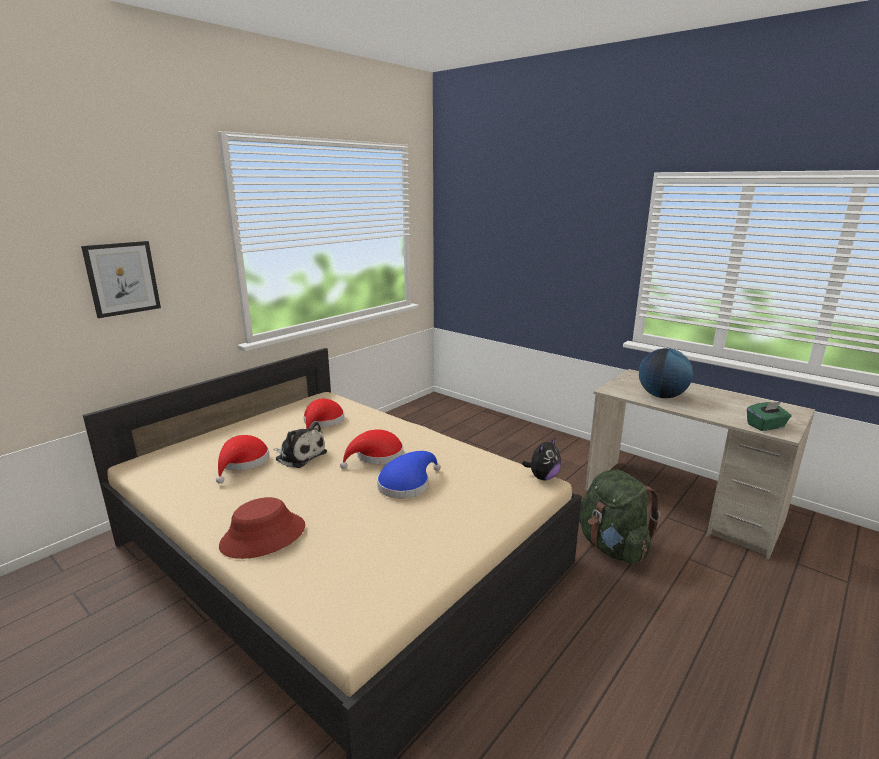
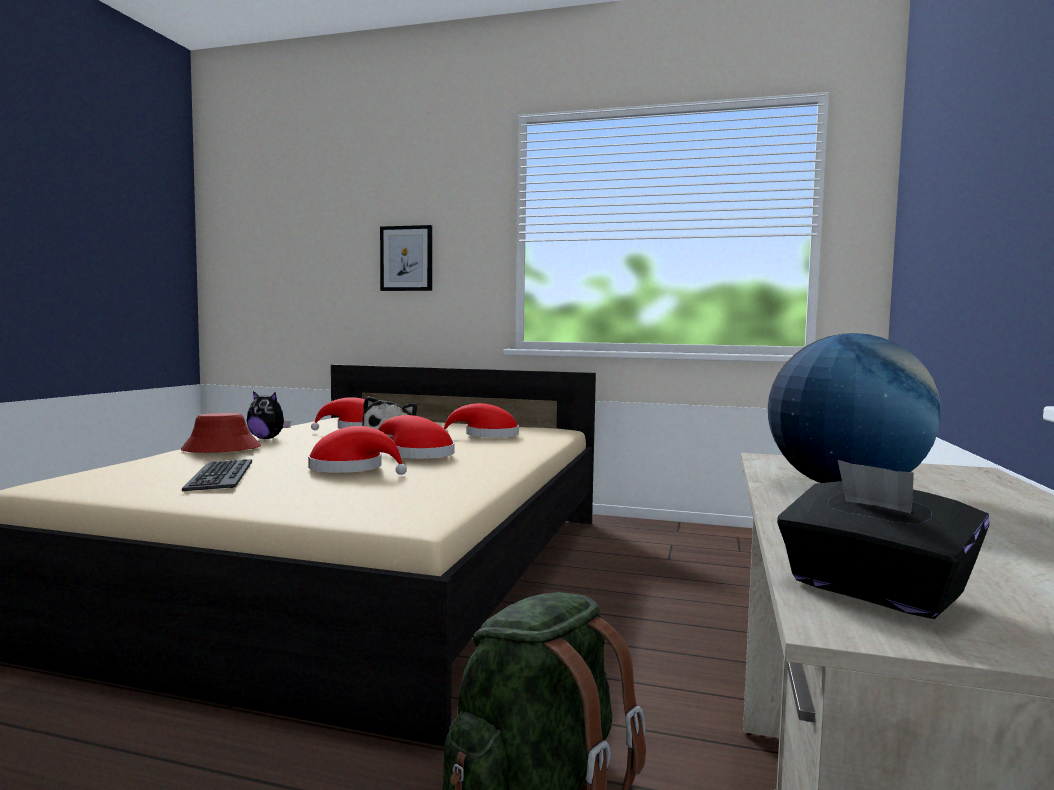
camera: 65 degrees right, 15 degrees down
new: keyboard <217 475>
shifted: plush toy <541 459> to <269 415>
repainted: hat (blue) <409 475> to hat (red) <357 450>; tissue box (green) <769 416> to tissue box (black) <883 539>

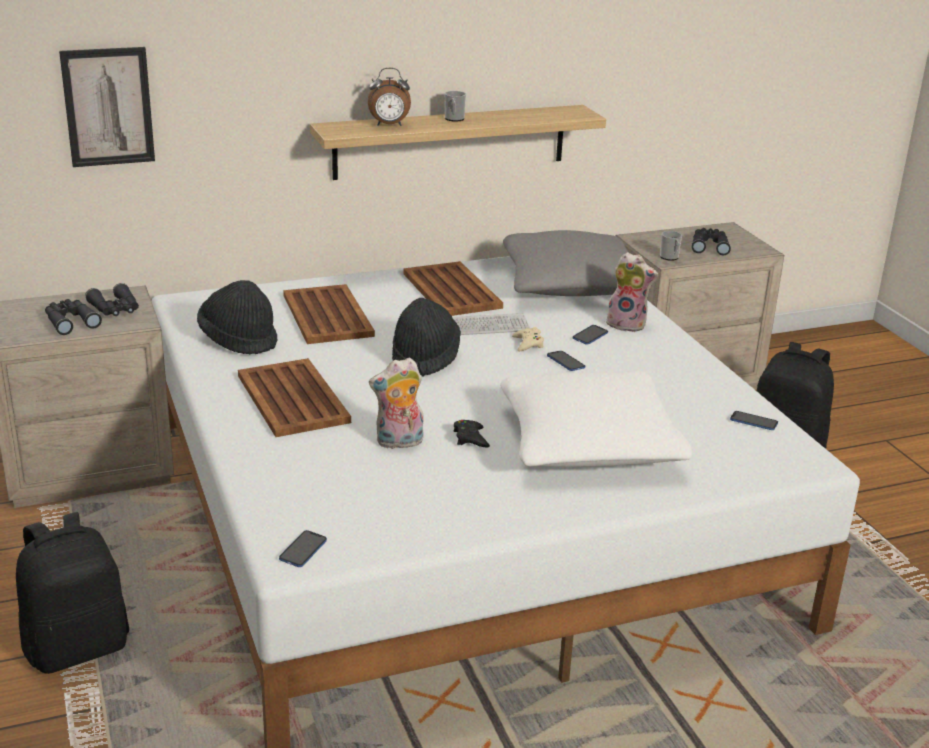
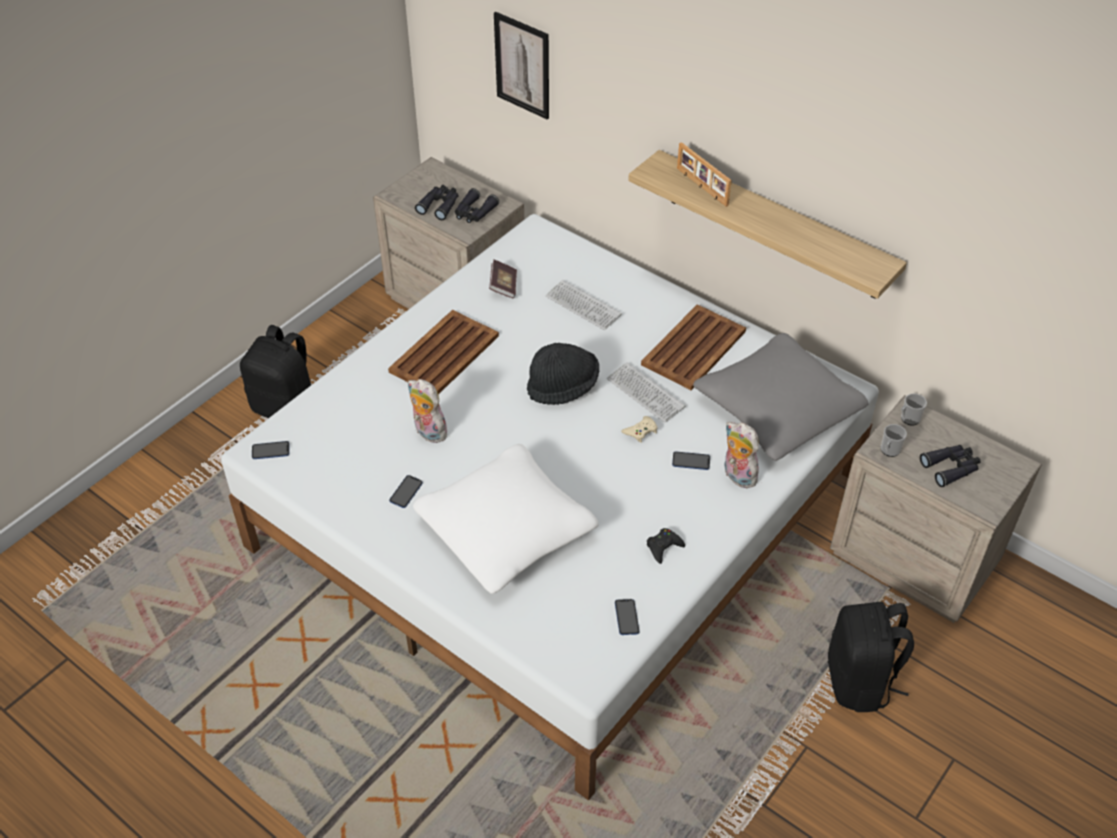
camera: 60 degrees right, 20 degrees up
shifted: mug <455 106> to <914 409>; game controller (black) <472 434> to <666 546>; phone <566 361> to <406 491>
swapped: hat (black) <237 317> to book <503 278>; tray (brown) <329 314> to keyboard <584 305>; alarm clock <389 97> to picture frame <704 174>
rotated: plush toy <632 292> = <741 455> 150 degrees clockwise

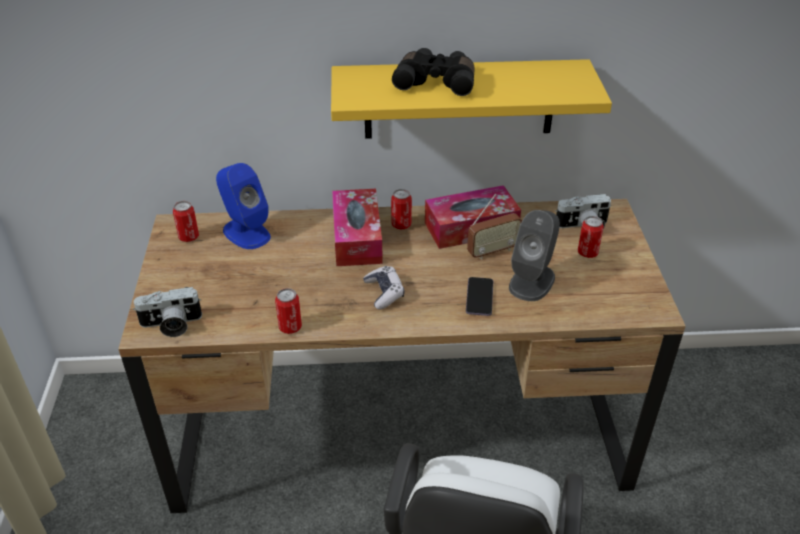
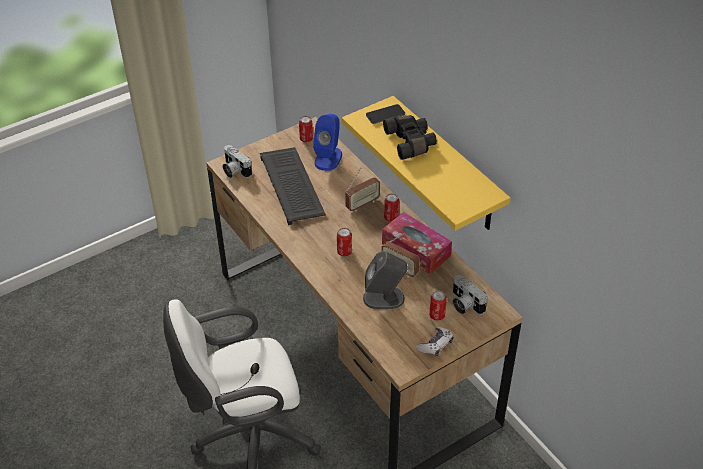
camera: 60 degrees right, 5 degrees up
new: keyboard <293 186>
shifted: can <288 311> to <344 242>; game controller <383 287> to <434 341>; phone <479 296> to <385 114>
swapped: tissue box <357 227> to radio <362 189>

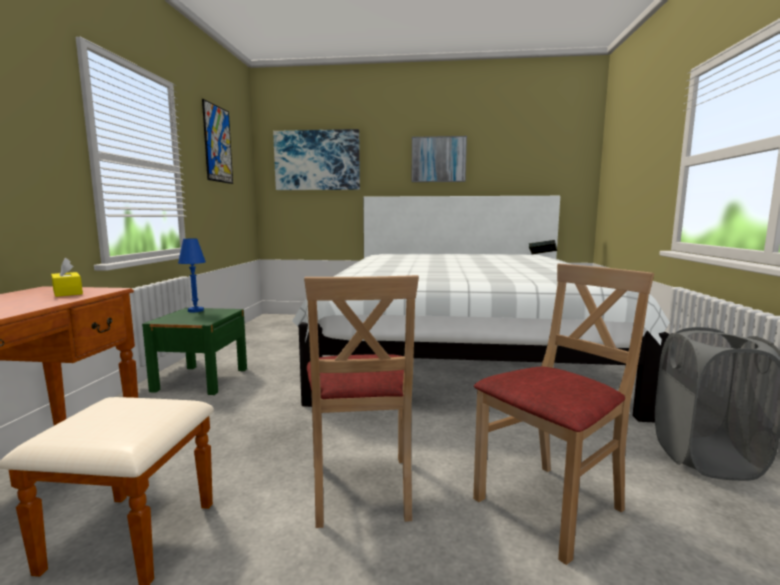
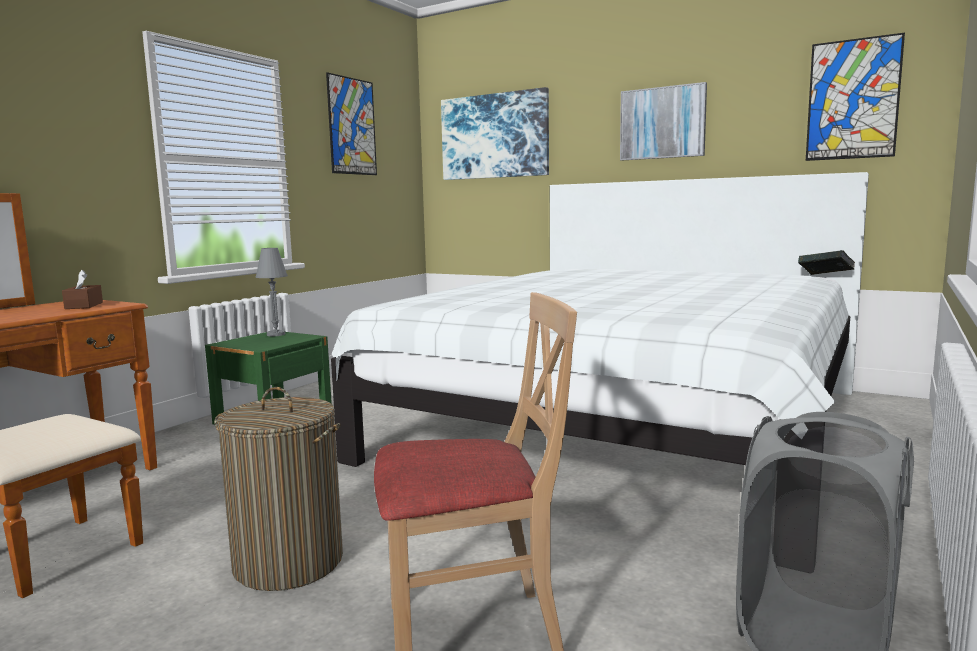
camera: 25 degrees right, 0 degrees up
new: picture <855 97>
swapped: chair (beige) <361 401> to laundry basket <278 489>
repainted: tissue box (yellow) <67 277> to tissue box (brown) <82 289>; table lamp (blue) <192 275> to table lamp (grey) <272 292>

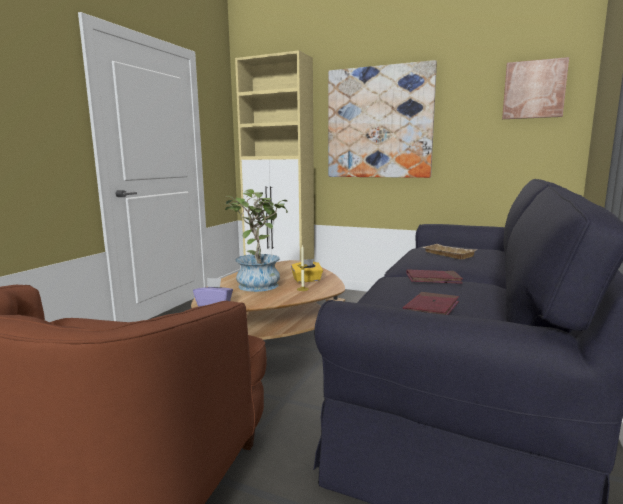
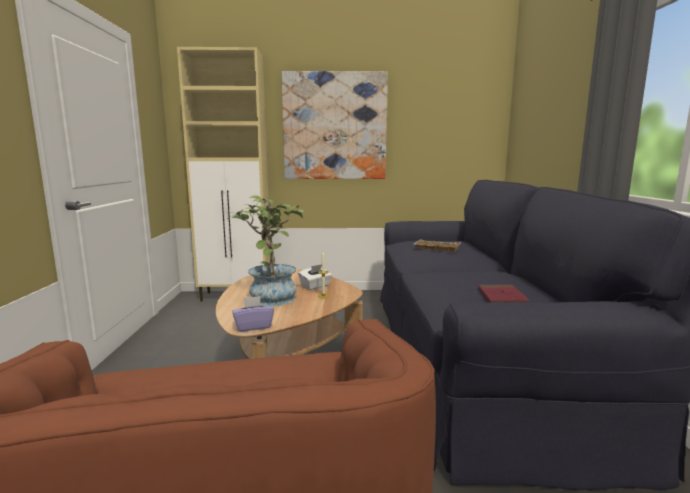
camera: 25 degrees left, 0 degrees up
gone: book (red) <434 276>; picture <535 88>
repainted: tissue box (yellow) <307 271> to tissue box (white) <315 277>

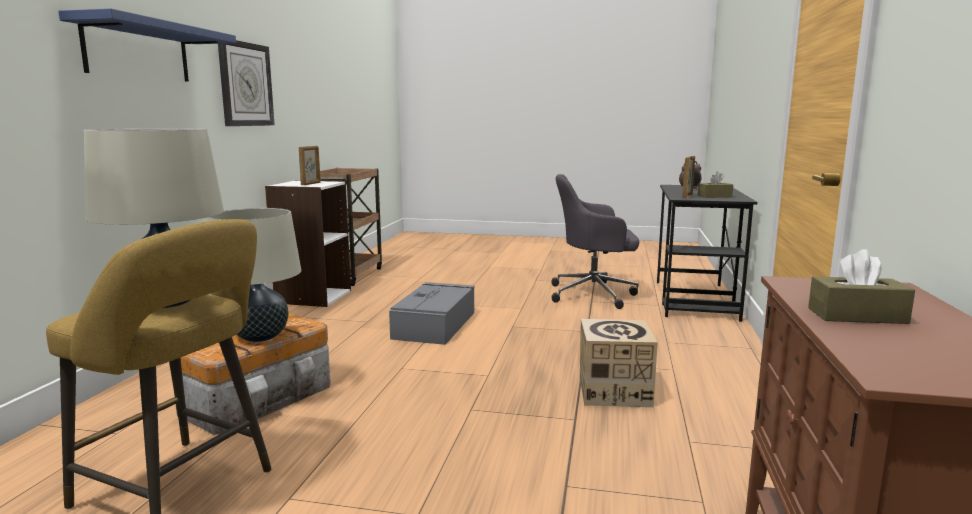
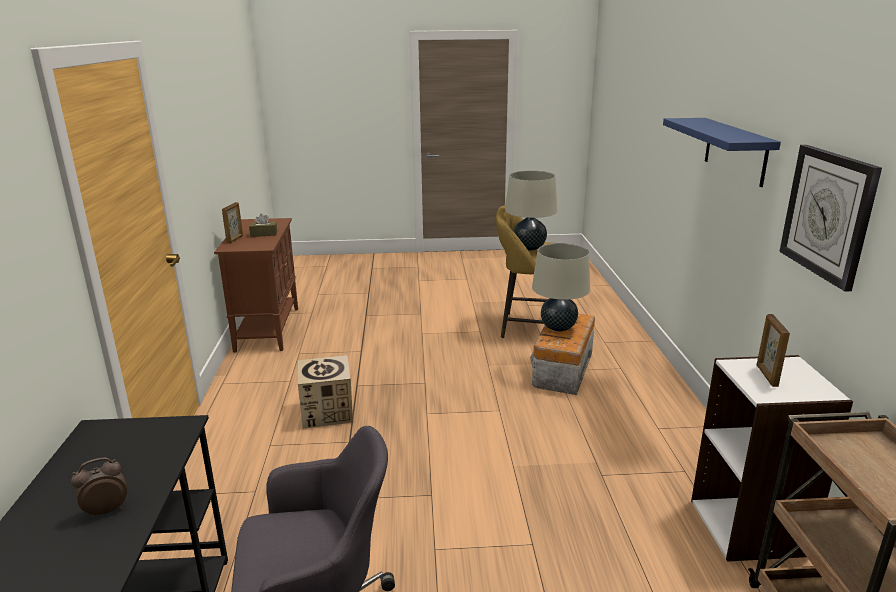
camera: 165 degrees right, 10 degrees up
gone: storage box (grey) <432 313>; tissue box (brown) <715 184>
shifted: picture frame <688 177> to <232 223>

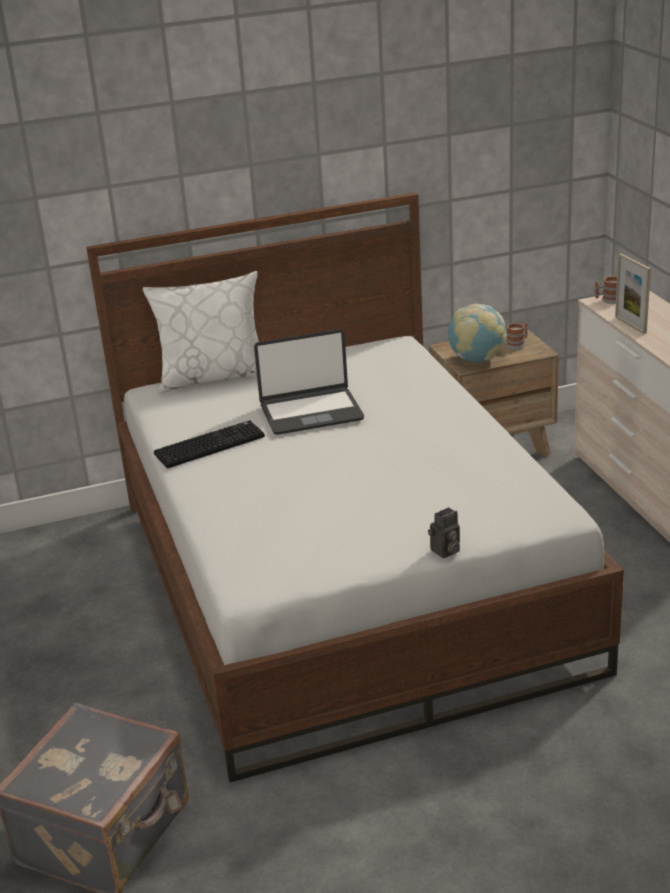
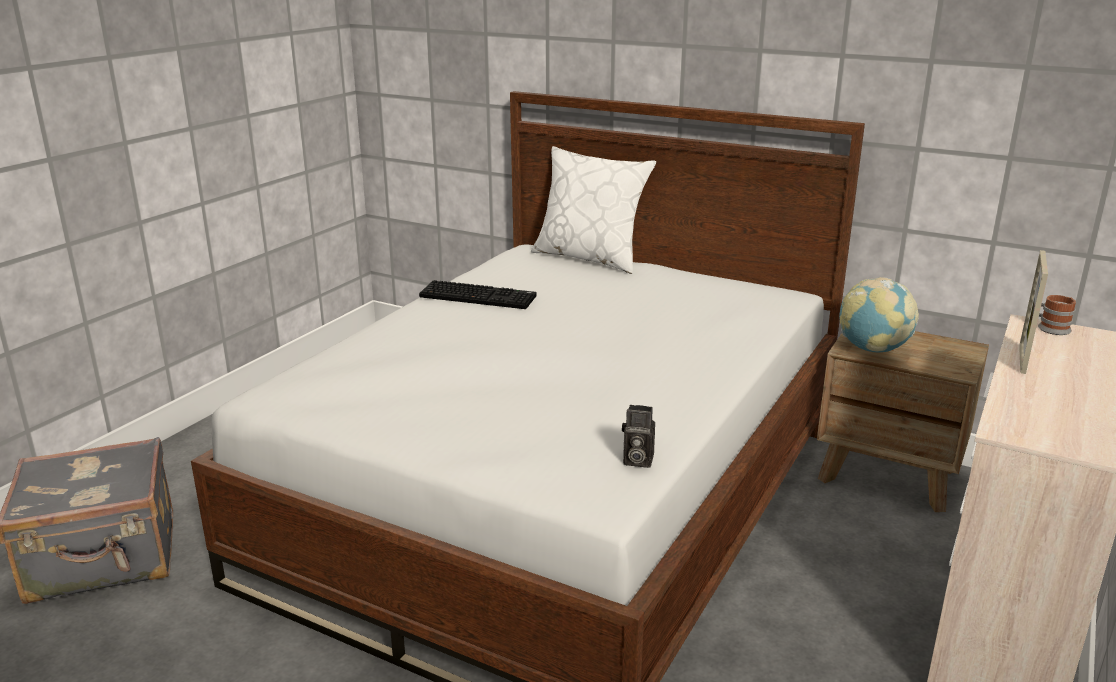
camera: 45 degrees right, 5 degrees down
gone: laptop <309 382>; mug <517 336>
shifted: photo camera <444 532> to <638 436>

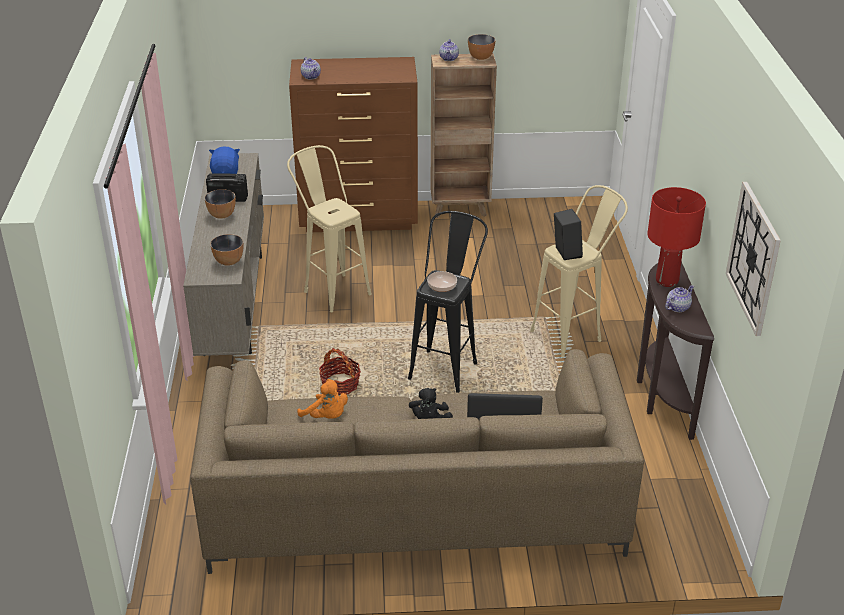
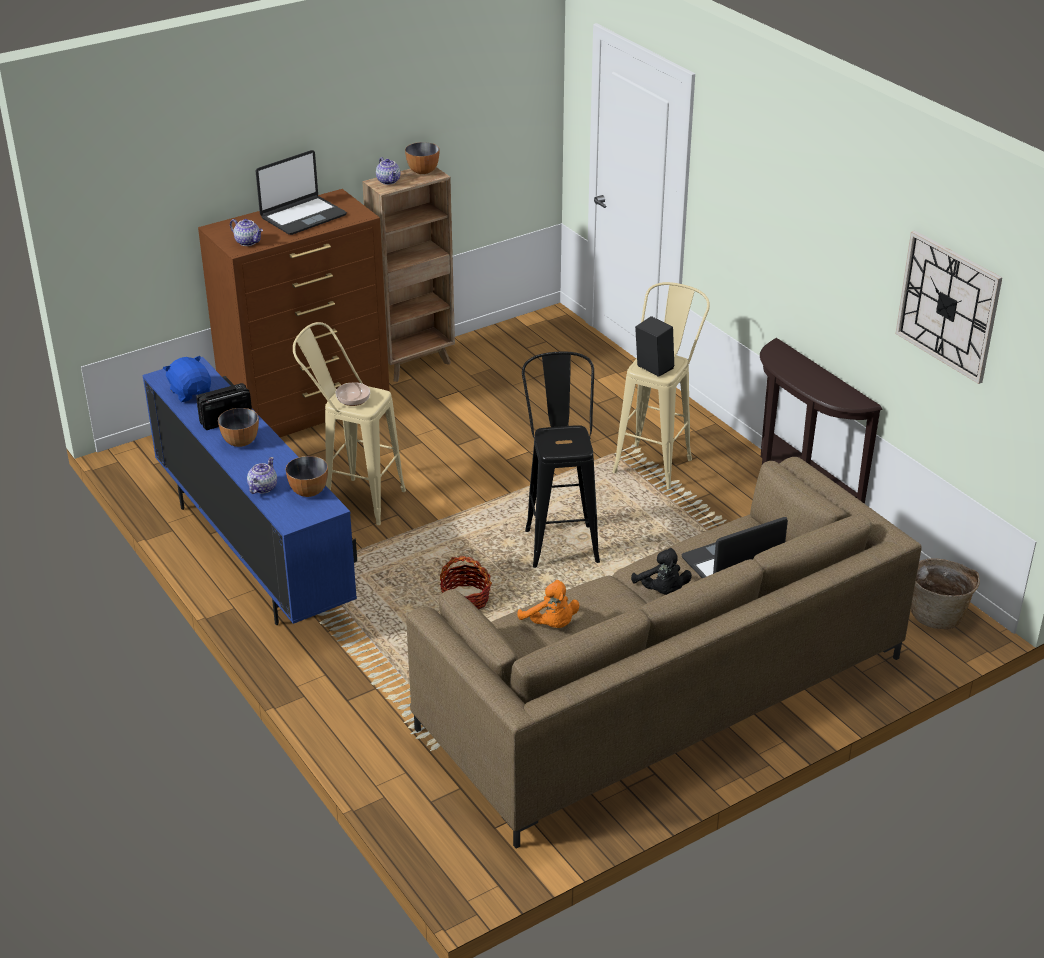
camera: 30 degrees left, 0 degrees up
gone: table lamp (red) <676 237>
new: laptop <301 192>; basket <945 593>
shifted: bowl <442 281> to <353 394>; teapot <679 298> to <262 475>
repainted: tv stand (beige) <223 254> to tv stand (blue) <249 491>
rotated: plush toy (orange) <322 399> = <548 604> 45 degrees clockwise

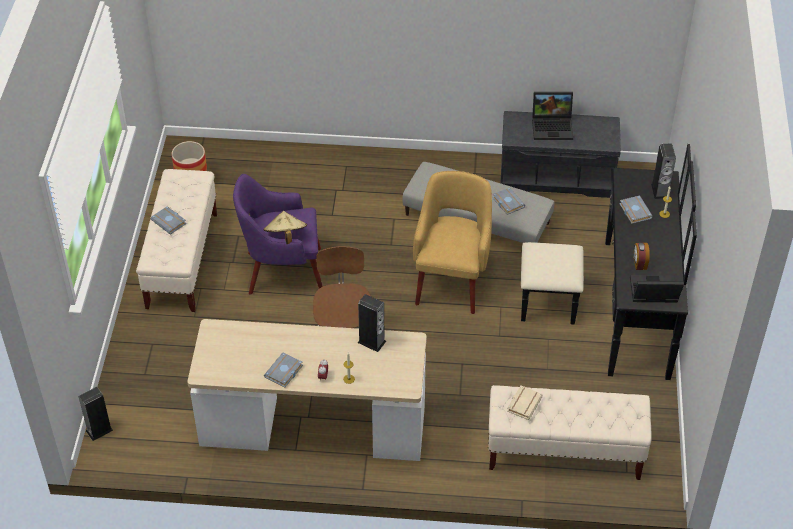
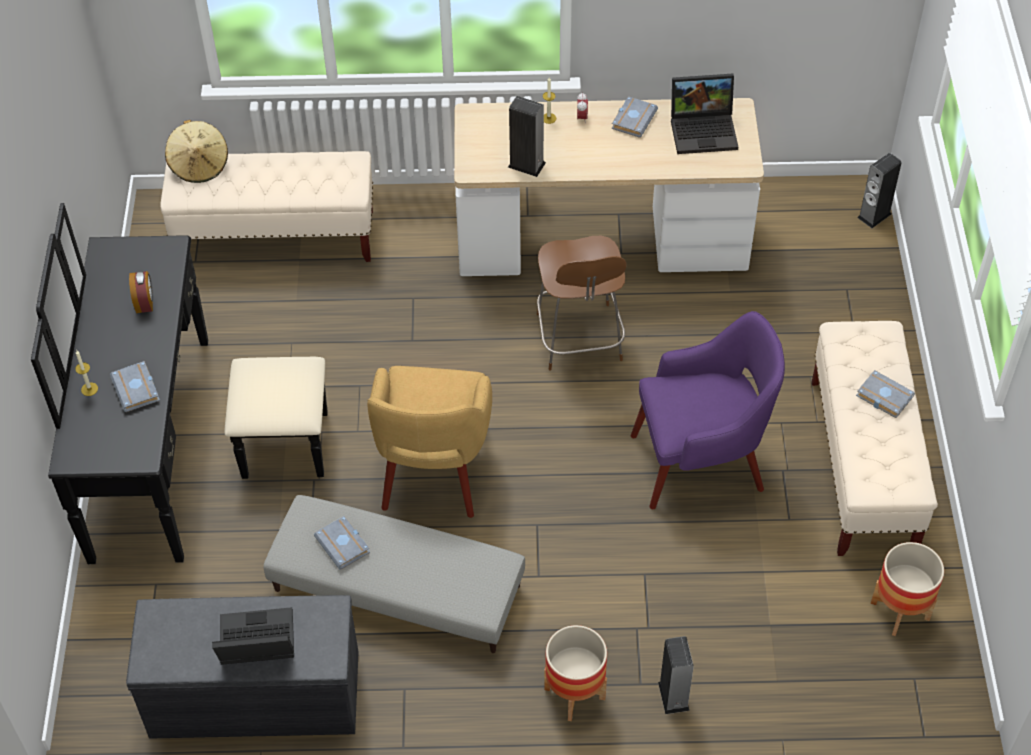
camera: 175 degrees right, 5 degrees up
gone: book (beige) <525 403>
new: planter <575 673>
shifted: hat (beige) <285 227> to <196 151>; laptop <657 288> to <704 114>; speaker <663 171> to <676 675>

